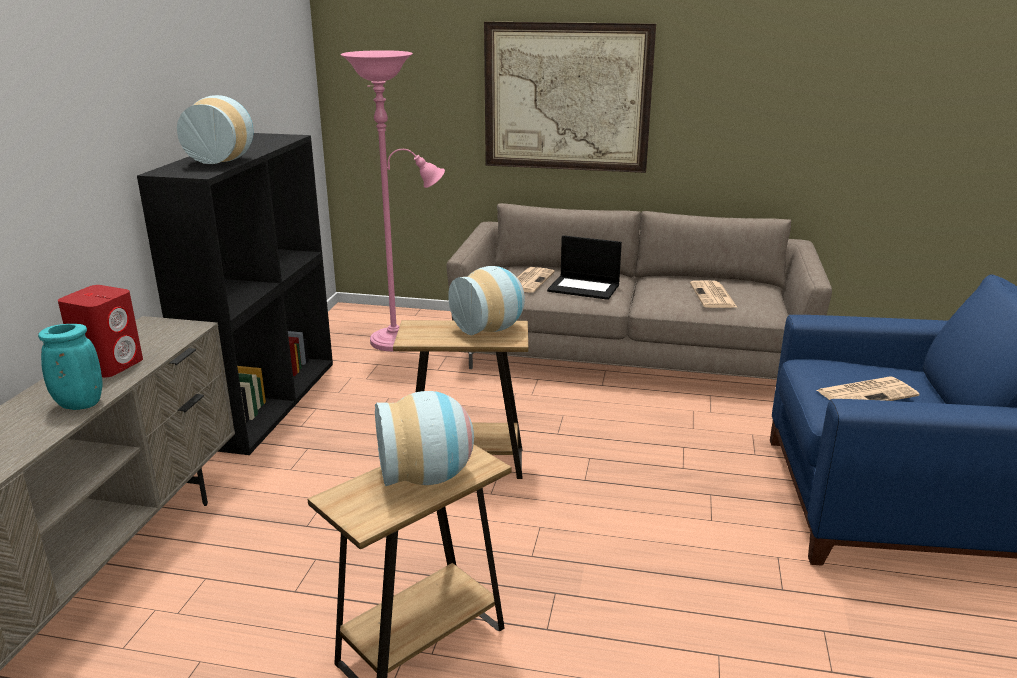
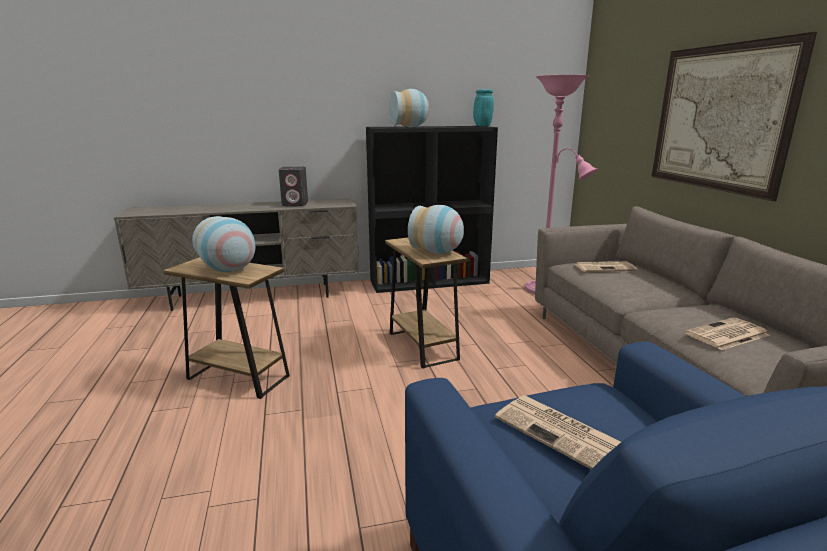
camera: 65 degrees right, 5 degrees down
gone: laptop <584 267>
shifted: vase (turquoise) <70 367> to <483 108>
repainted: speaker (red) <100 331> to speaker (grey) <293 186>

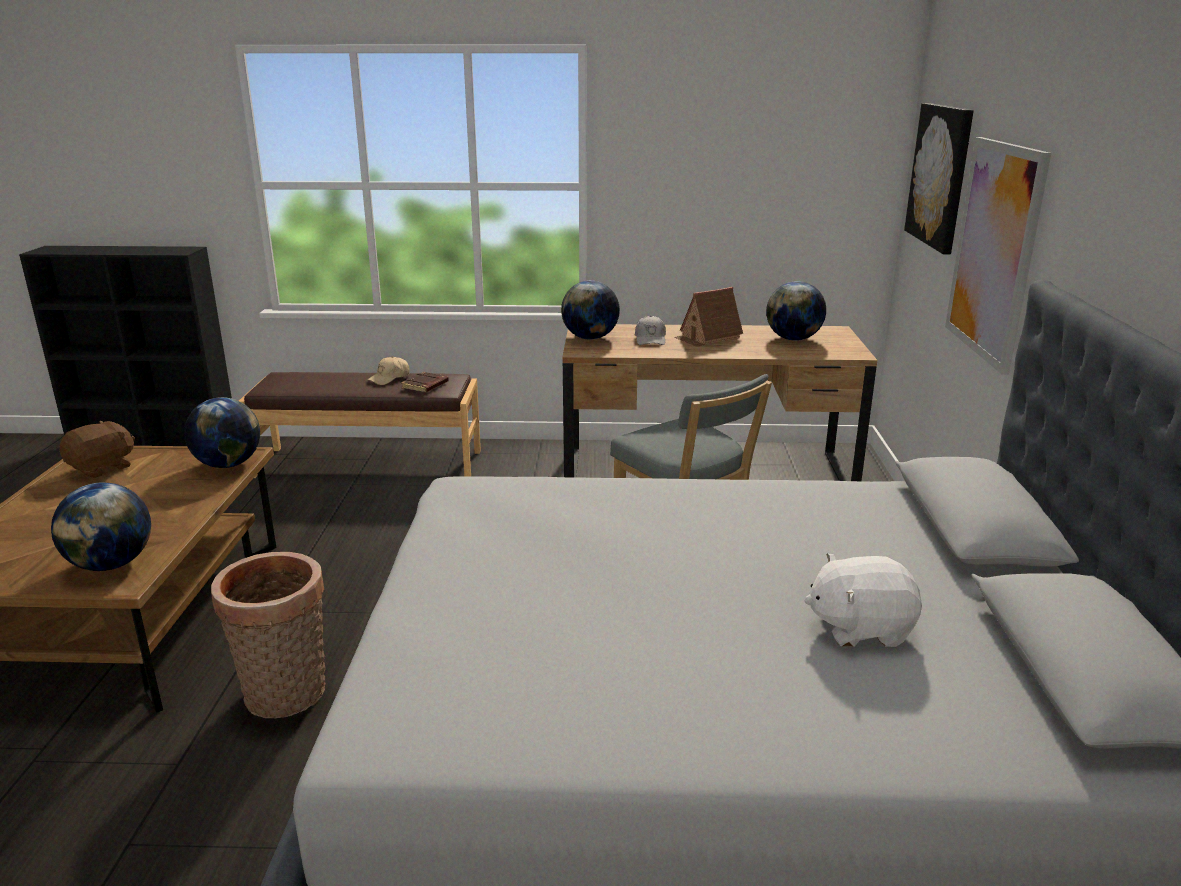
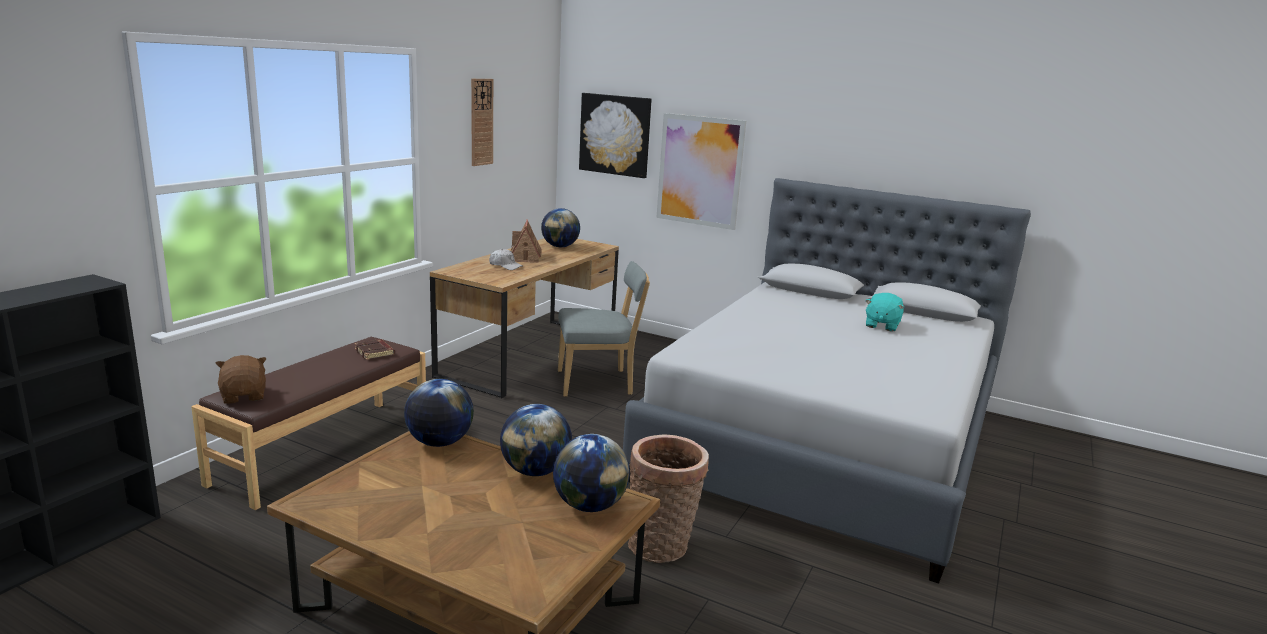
camera: 65 degrees left, 5 degrees down
gone: cap (beige) <388 370>
new: wall clock <482 122>
shifted: plush toy (brown) <97 449> to <241 379>; globe <590 309> to <536 440>
repainted: plush toy (white) <863 599> to plush toy (turquoise) <884 312>

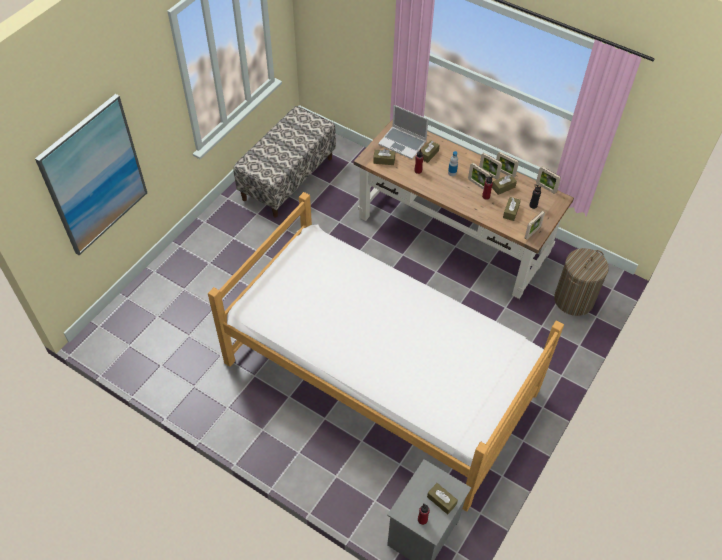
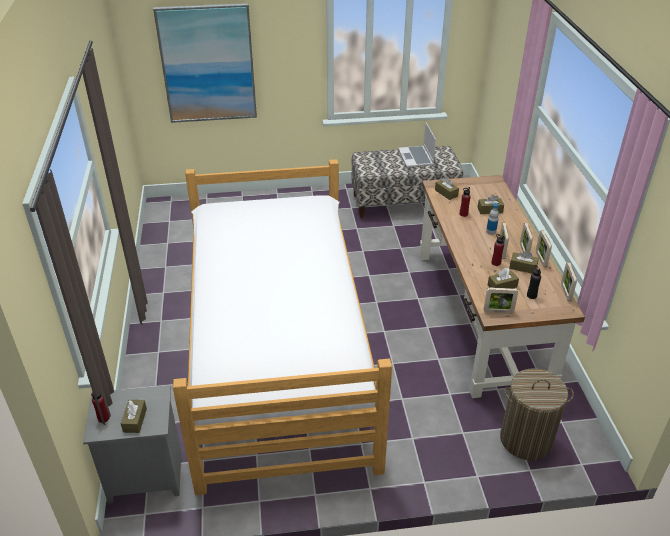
camera: 50 degrees right, 15 degrees down
shifted: laptop <403 132> to <417 144>

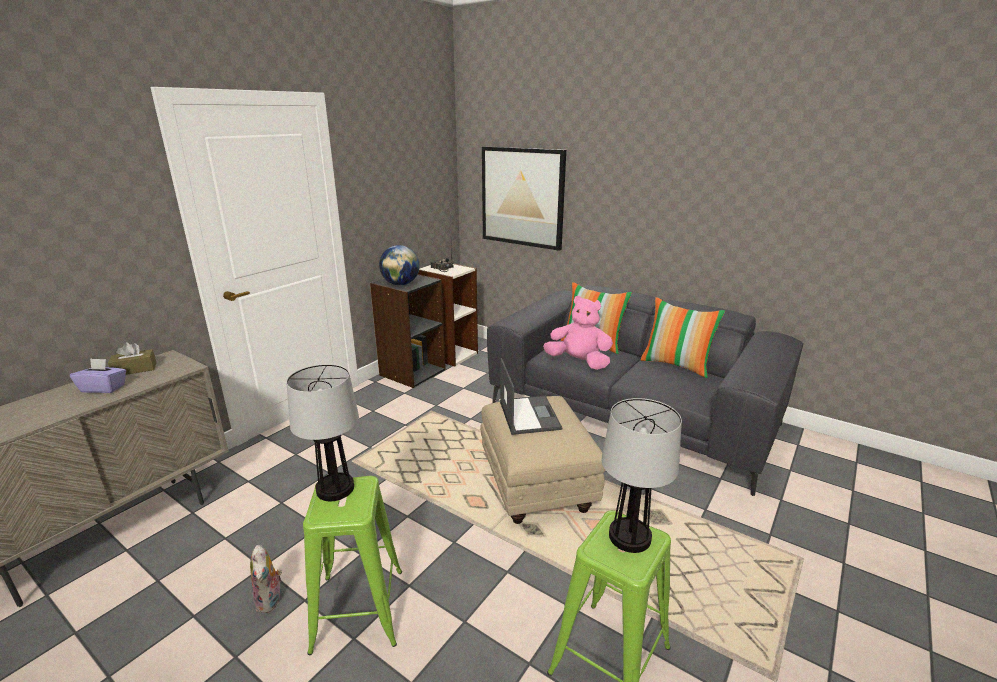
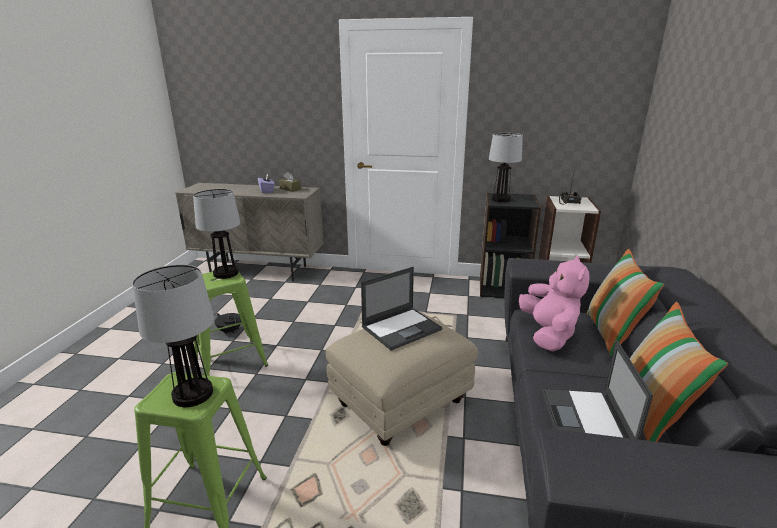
camera: 65 degrees right, 0 degrees up
gone: picture <524 198>
new: laptop <597 390>
swapped: plush toy <266 579> to teapot (black) <228 323>; globe <399 265> to table lamp <506 167>

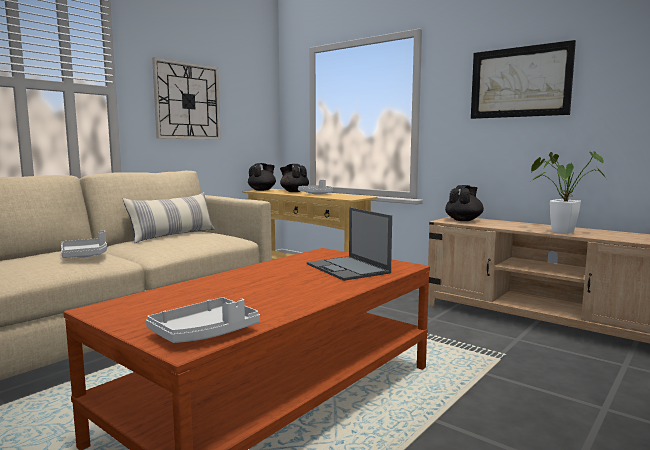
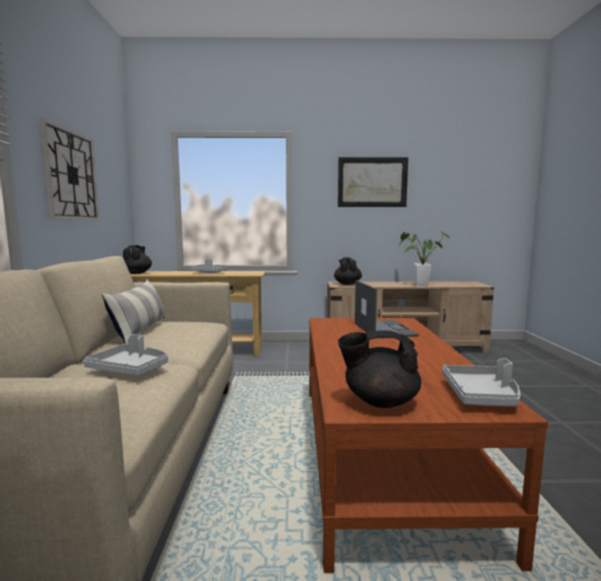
camera: 40 degrees left, 0 degrees up
shifted: teapot (black) <294 178> to <379 369>
rotated: laptop <349 244> = <387 309> 120 degrees counterclockwise

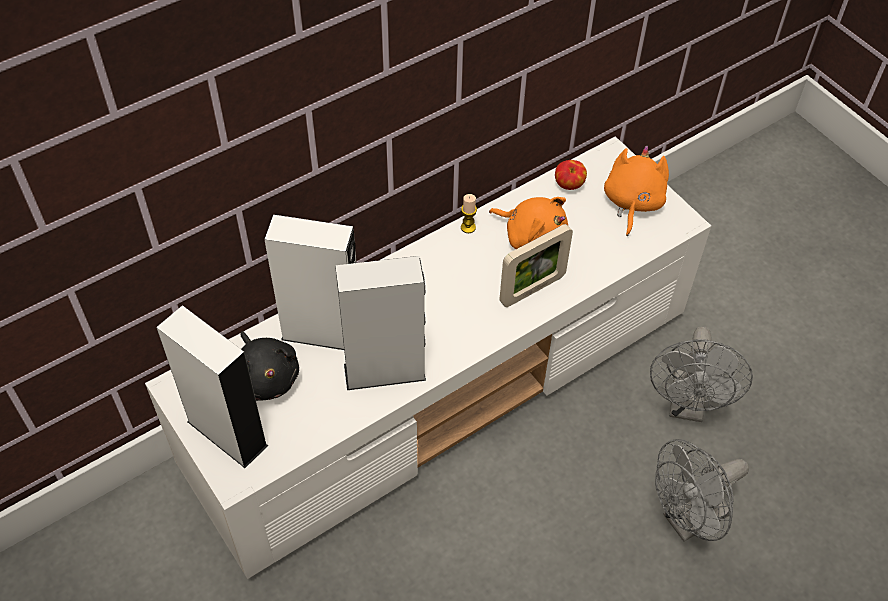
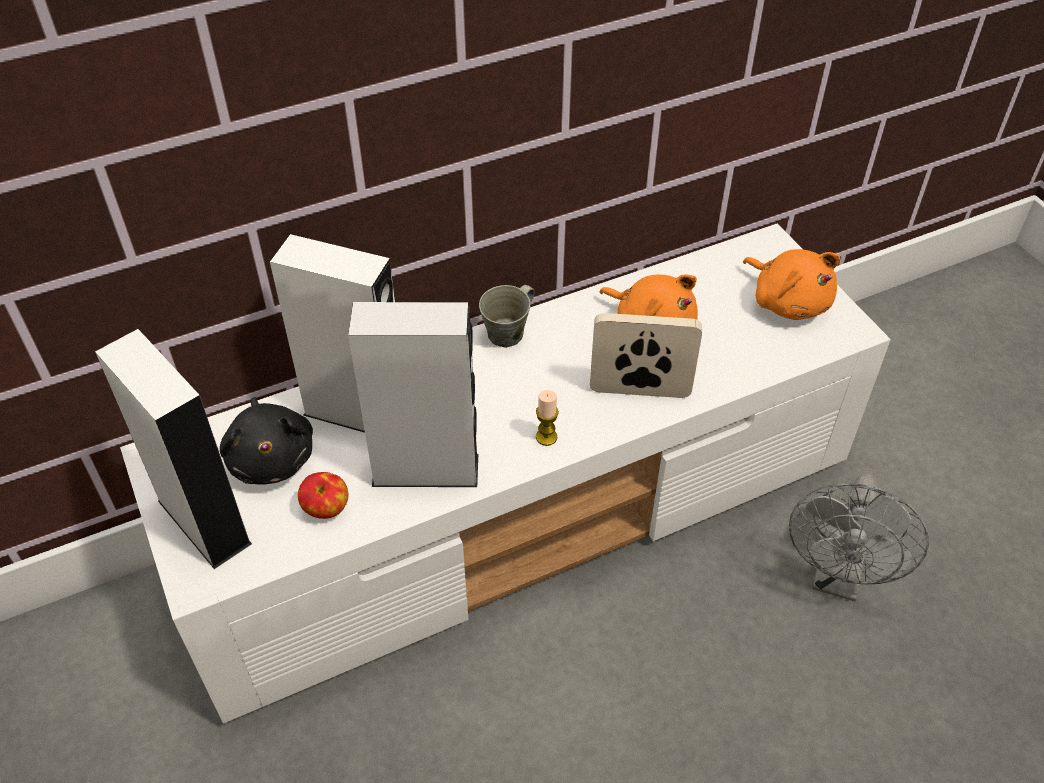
camera: 10 degrees right, 5 degrees down
gone: fan (grey) <702 490>
new: mug (grey) <507 316>
shifted: candle <469 213> to <547 418>; apple <571 175> to <323 495>
rotated: picture frame <536 265> = <646 355> 150 degrees counterclockwise; plush toy (orange) <636 190> = <791 284> 120 degrees clockwise

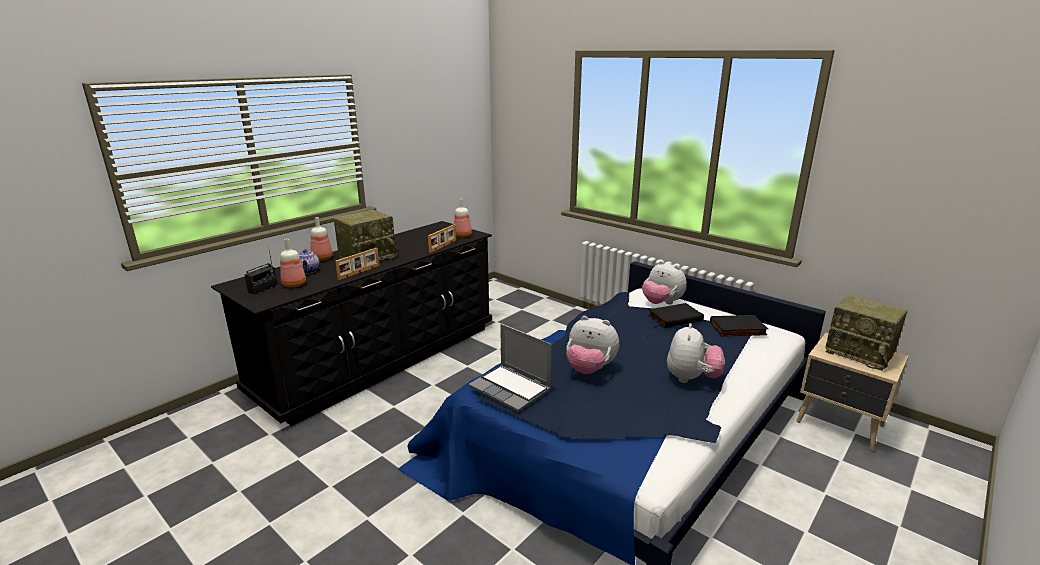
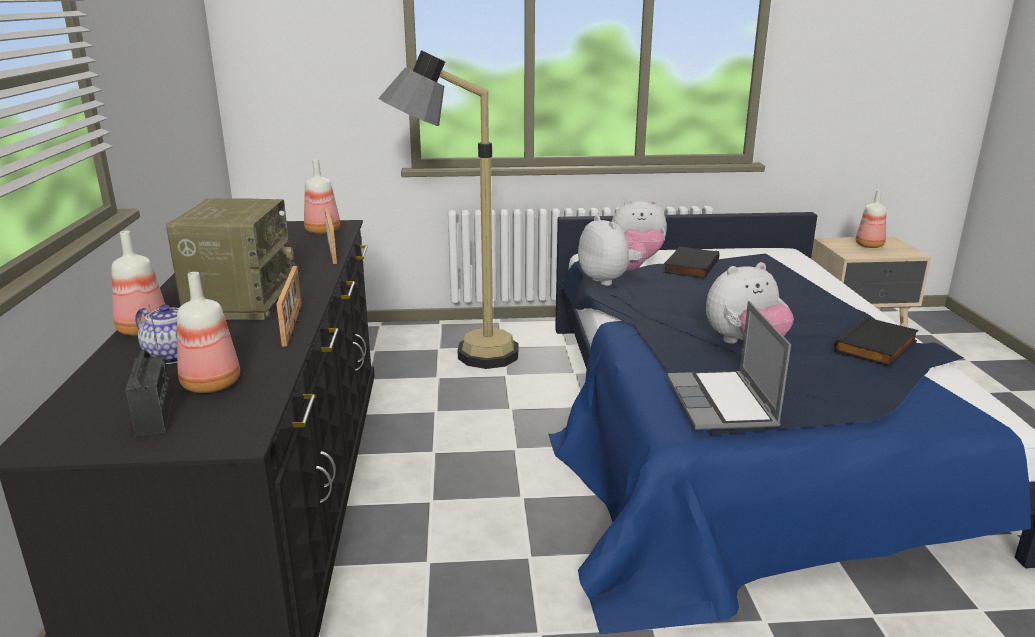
camera: 45 degrees left, 0 degrees up
new: floor lamp <448 209>
shifted: plush toy <696 353> to <612 250>; book (black) <739 325> to <876 341>
swapped: radio <866 332> to bottle <871 219>
rotated: laptop <510 368> = <729 365> 90 degrees clockwise

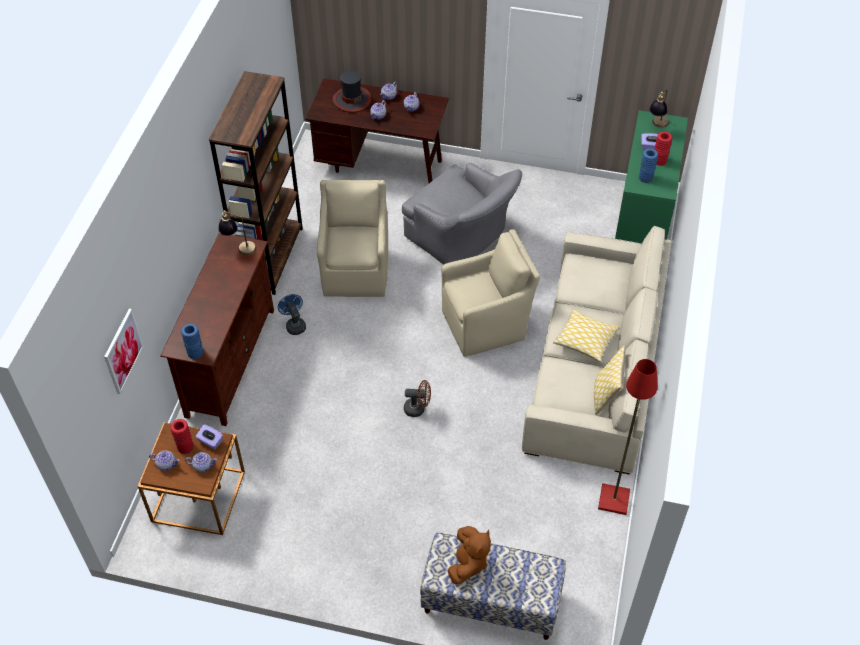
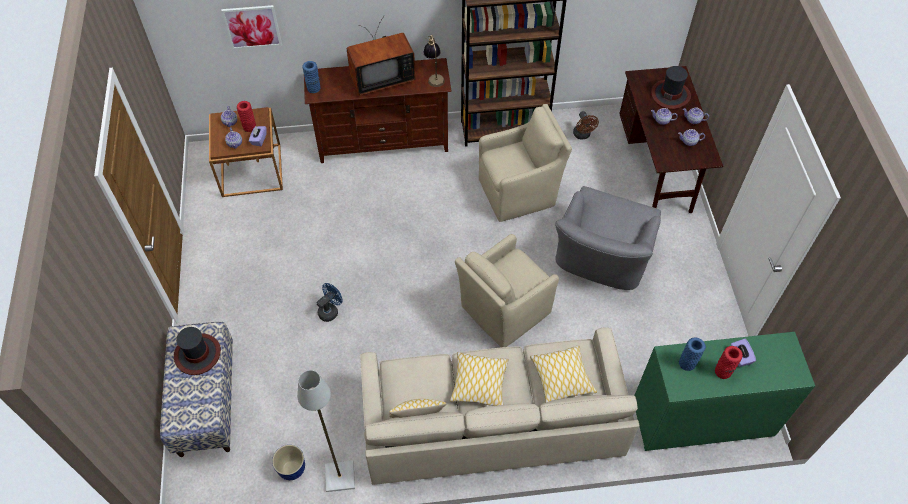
camera: 70 degrees right, 5 degrees up
gone: table lamp <659 108>
new: planter <288 462>; television <381 55>; pillow <563 374>
shifted: fan (blue) <292 314> to <330 302>; fan (brown) <417 398> to <586 125>
swapped: plush toy (brown) <469 555> to hat <197 351>
repainted: floor lamp (red) <627 437> to floor lamp (grey) <326 431>
rotated: armchair (beige) <490 293> = <507 290> 90 degrees clockwise

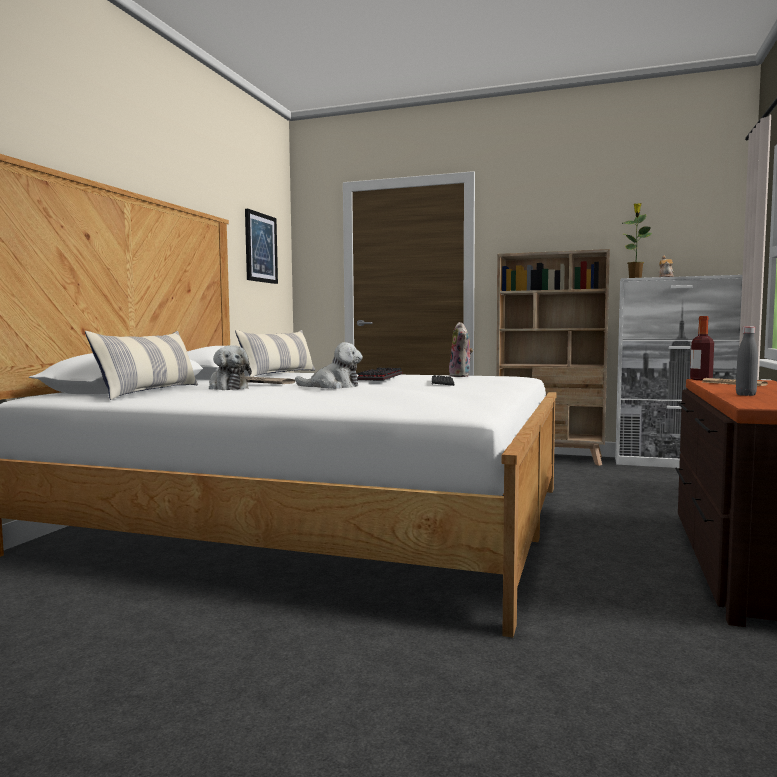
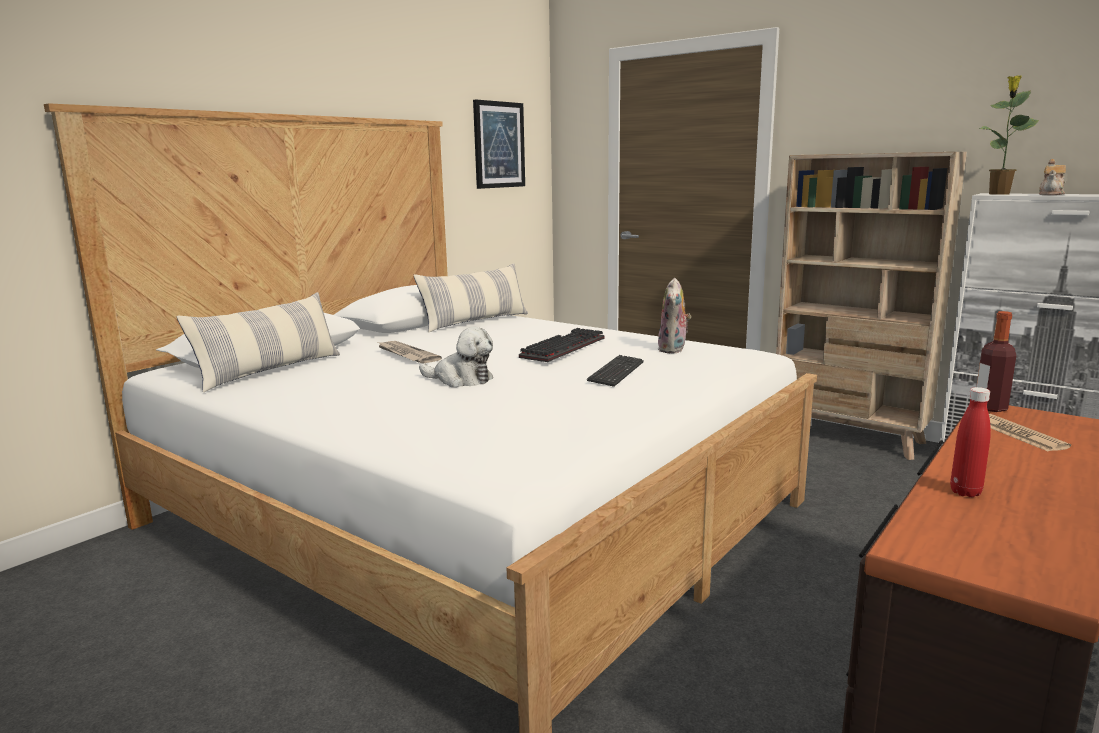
camera: 20 degrees right, 10 degrees up
gone: plush toy <230 367>
repainted: bottle (grey) <747 361> to bottle (red) <970 442>

